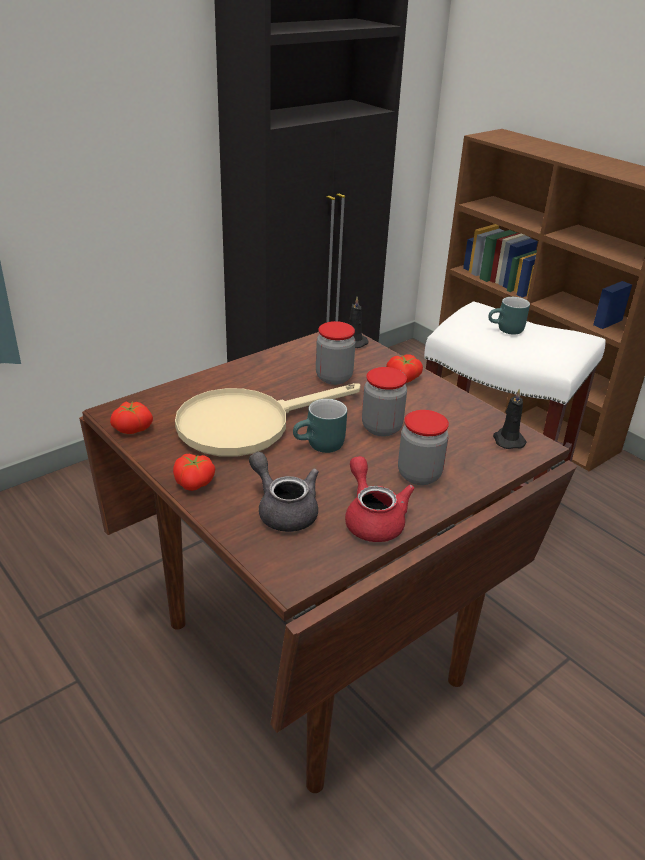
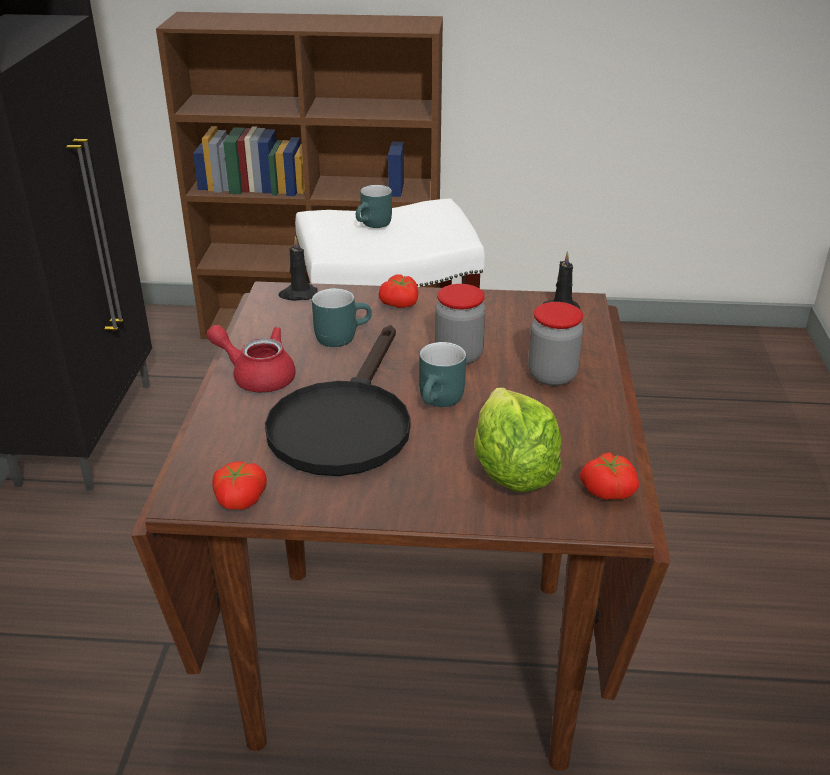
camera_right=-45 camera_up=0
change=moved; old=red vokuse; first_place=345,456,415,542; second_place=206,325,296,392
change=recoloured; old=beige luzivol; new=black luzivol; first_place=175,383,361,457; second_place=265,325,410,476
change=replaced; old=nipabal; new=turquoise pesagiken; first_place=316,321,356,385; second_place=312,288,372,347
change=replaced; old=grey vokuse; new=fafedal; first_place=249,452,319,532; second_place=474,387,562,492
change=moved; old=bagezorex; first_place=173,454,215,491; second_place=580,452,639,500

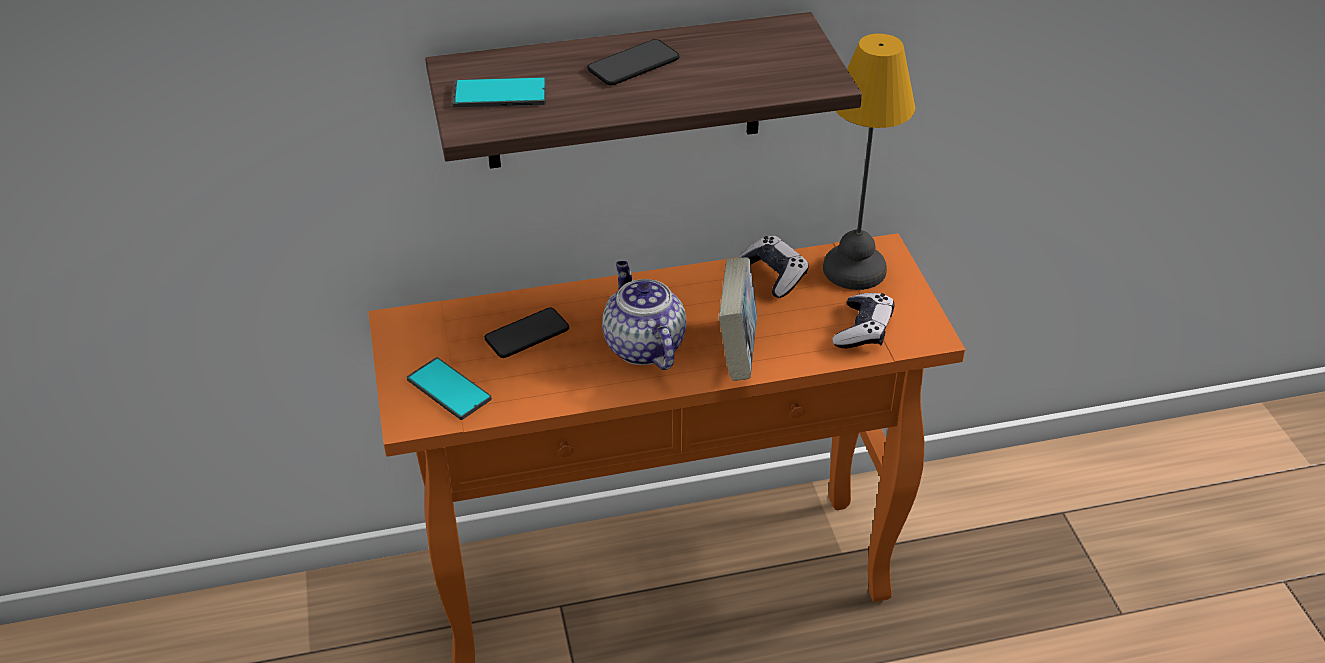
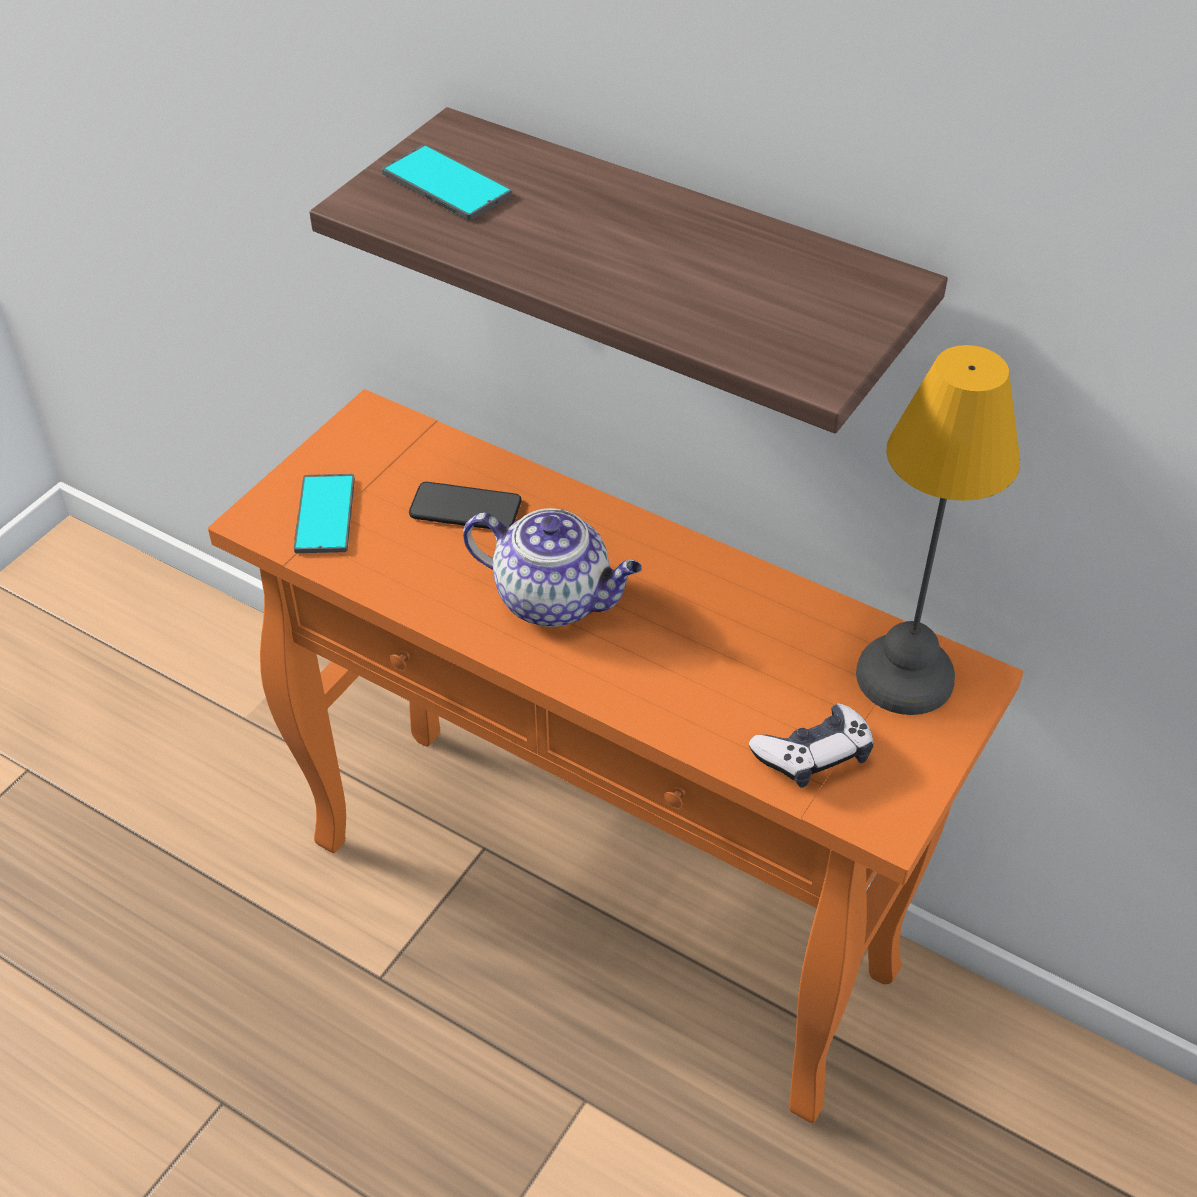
camera_right=45 camera_up=5
change=turned; old=vokuse; first_place=602,261,686,370; second_place=463,508,642,627; degrees=90
change=removed; old=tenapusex; first_place=587,39,680,86
change=removed; old=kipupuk; first_place=719,257,757,381
change=removed; old=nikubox; first_place=737,236,809,298

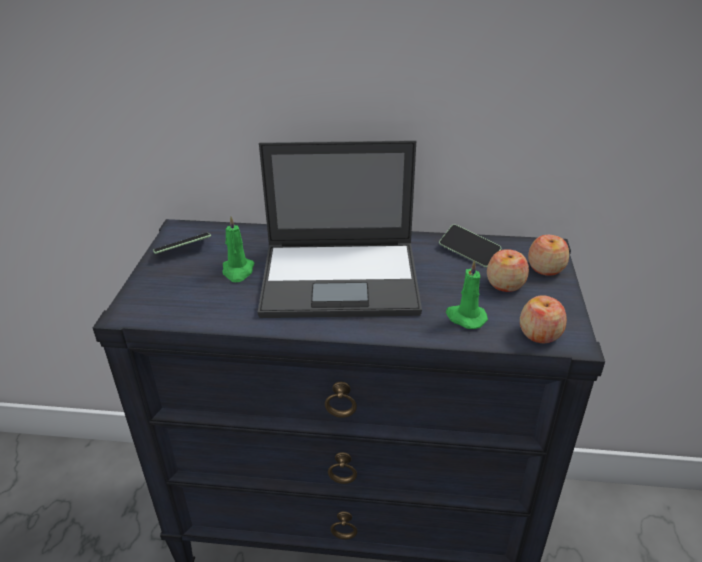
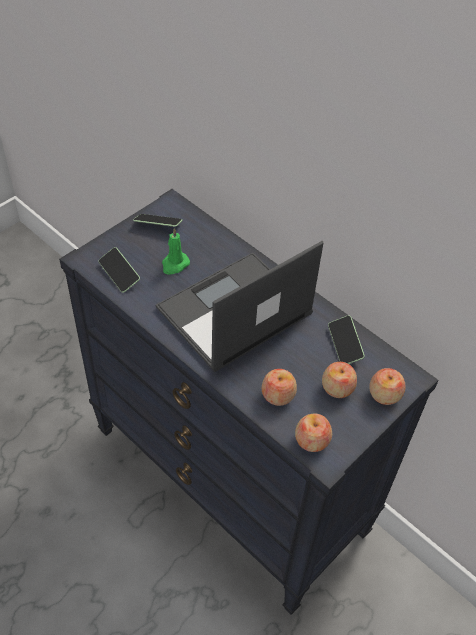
camera_right=35 camera_up=15
change=added; new=tenapusex; second_place=98,247,140,293
change=turned; old=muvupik; first_place=258,140,422,318; second_place=156,241,323,372; degrees=105
change=replaced; old=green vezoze; new=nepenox; first_place=446,260,488,329; second_place=262,369,297,406

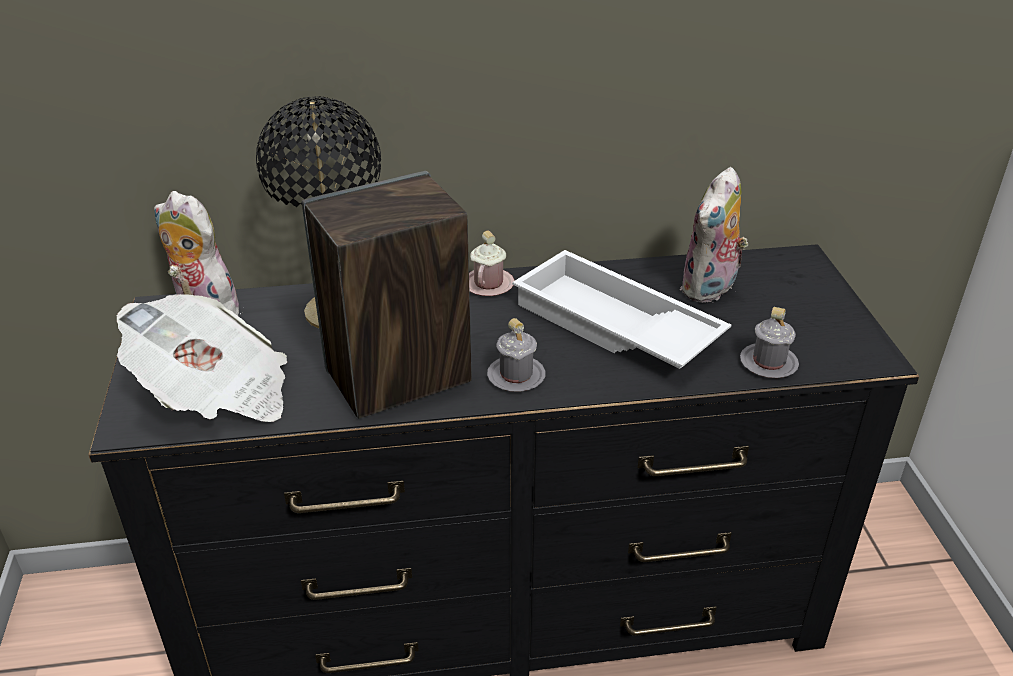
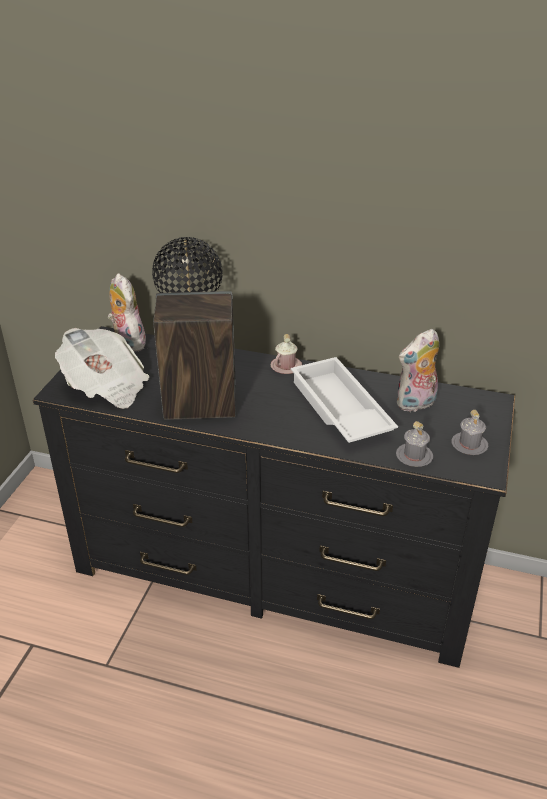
camera_right=25 camera_up=0
change=moved; old=grey pesagiken; first_place=487,318,545,392; second_place=451,410,488,455

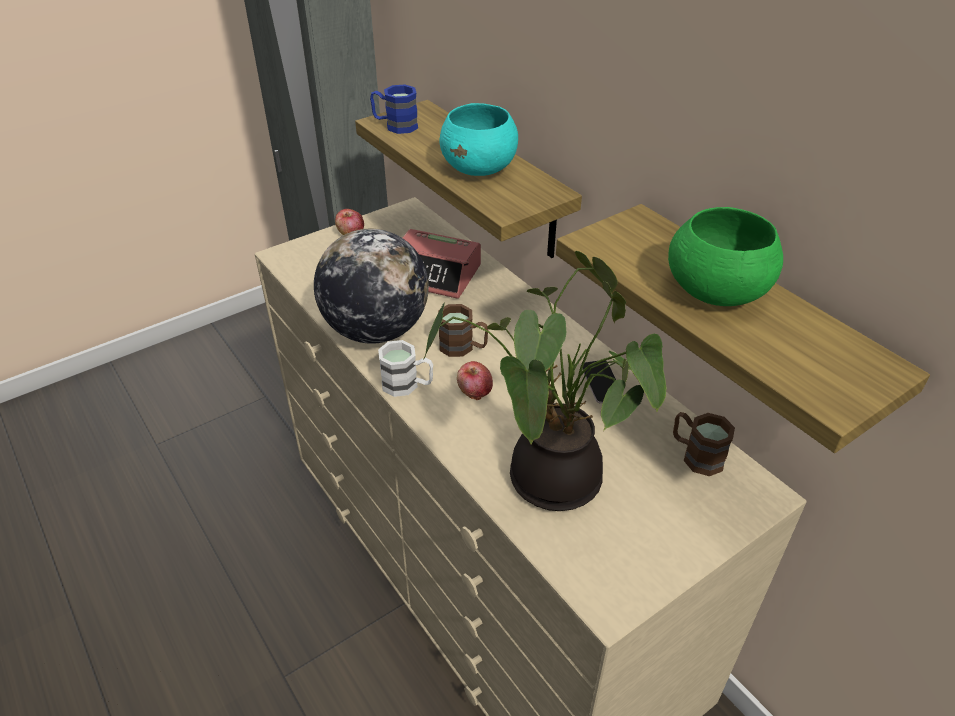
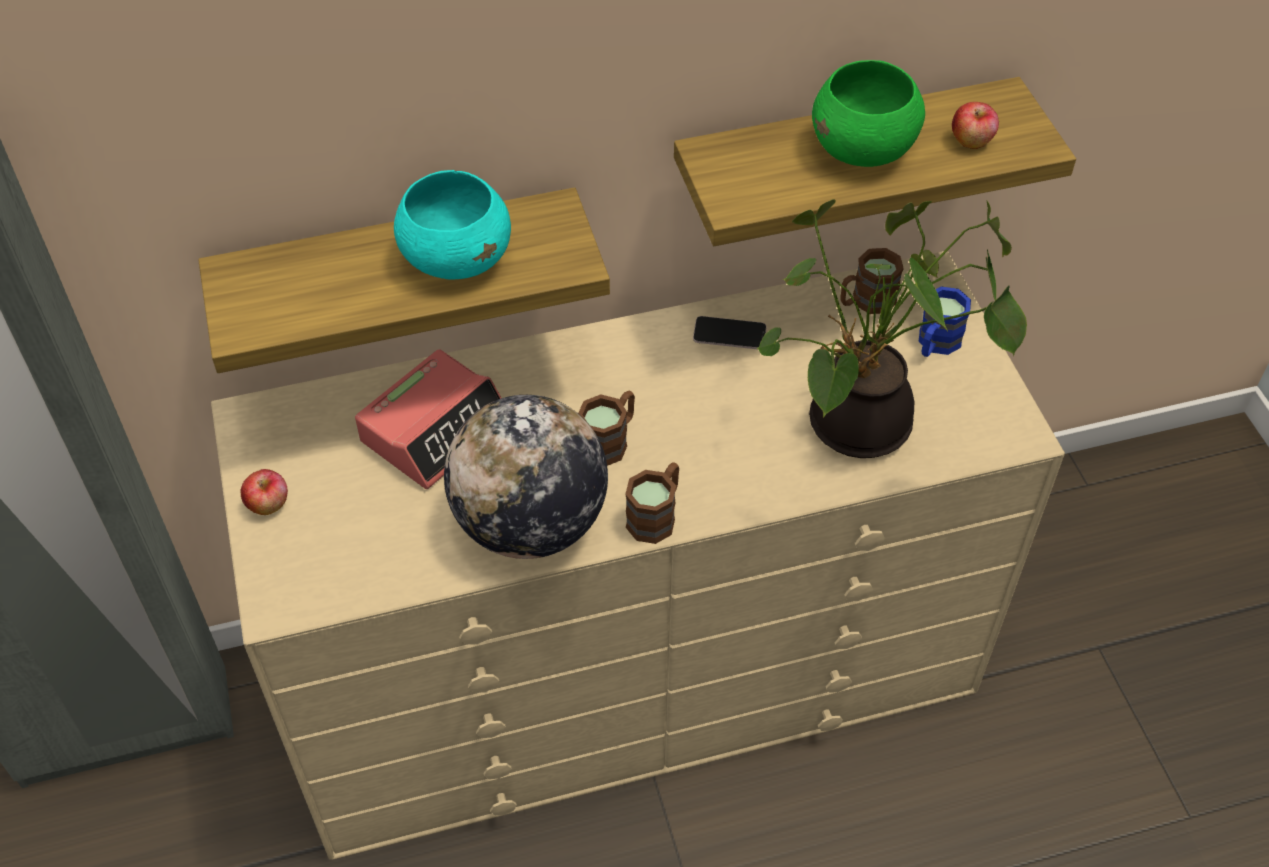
camera_right=-70 camera_up=10
change=recoloured; old=white pesagiken; new=brown pesagiken; first_place=378,340,433,397; second_place=625,462,679,544
change=moved; old=blue pesagiken; first_place=370,85,418,134; second_place=919,287,971,357
change=moved; old=nepenox; first_place=457,361,493,400; second_place=952,102,999,149

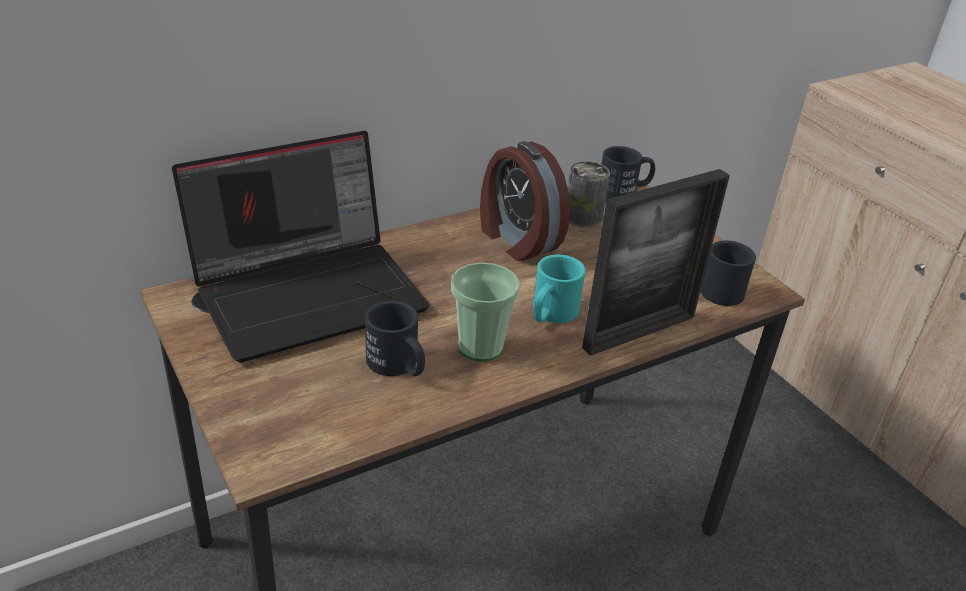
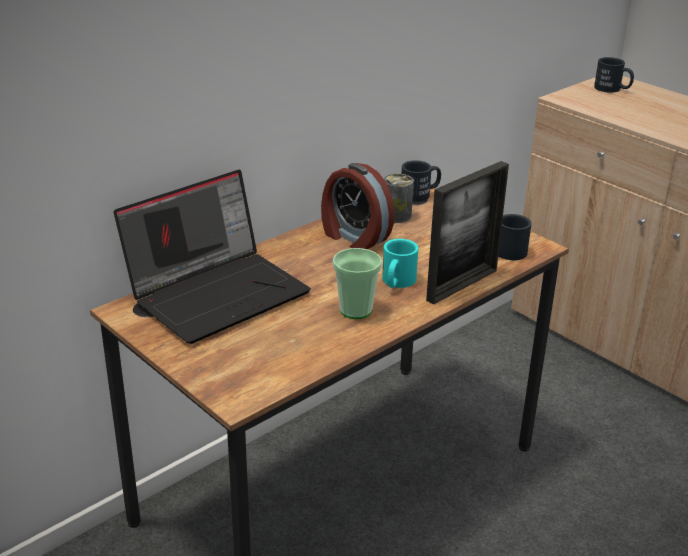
camera_right=-10 camera_up=-5
change=moved; old=black pesagiken; first_place=365,300,425,376; second_place=594,57,634,93

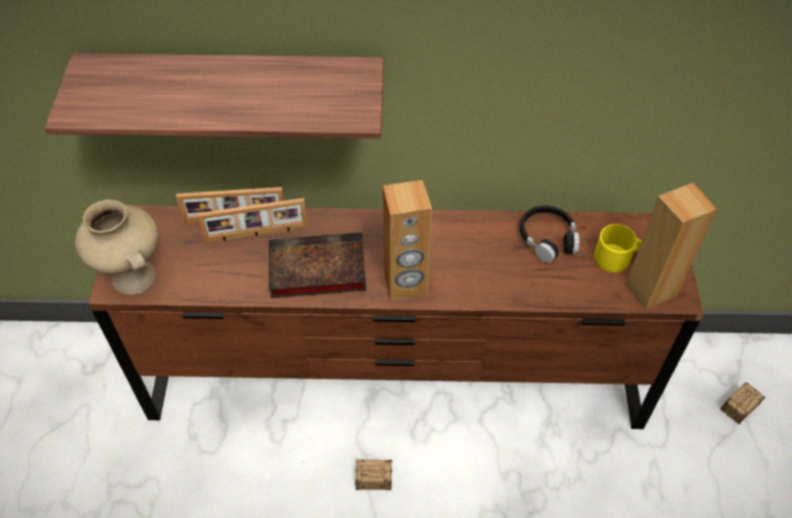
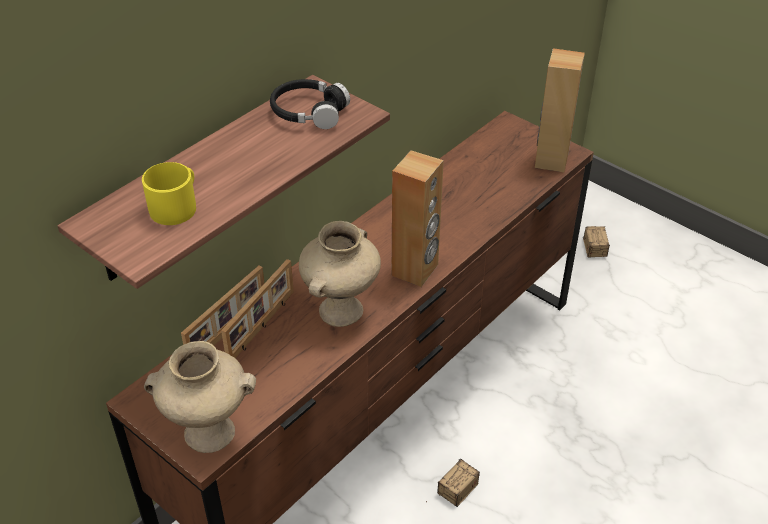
camera_right=-50 camera_up=-10
change=moved; old=yellow pesagiken; first_place=594,224,642,272; second_place=142,162,196,225
change=moved; old=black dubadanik; first_place=520,206,579,263; second_place=270,79,350,129
change=replaced; old=kipupuk; new=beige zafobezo; first_place=269,232,366,298; second_place=299,221,381,327

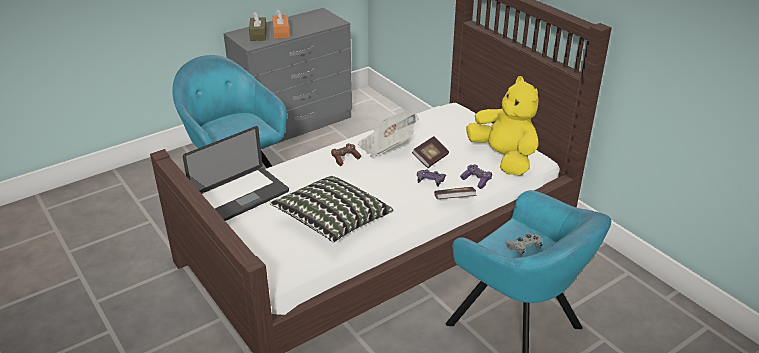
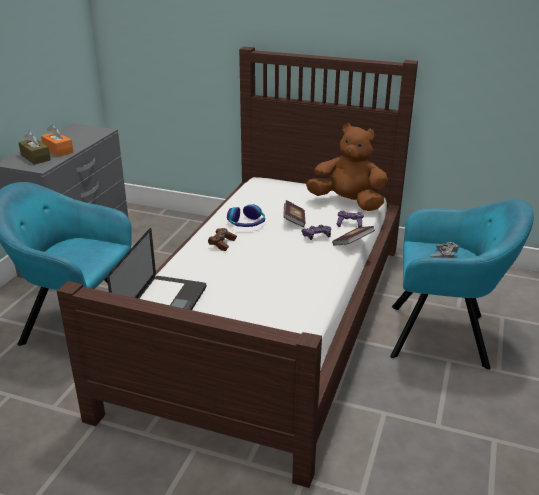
camera_right=-35 camera_up=-5
change=replaced; old=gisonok; new=dubadanik; first_place=358,111,419,157; second_place=227,204,265,227
change=recoloured; old=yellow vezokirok; new=brown vezokirok; first_place=466,76,539,175; second_place=306,123,388,211
change=removed; old=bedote; first_place=270,176,393,243

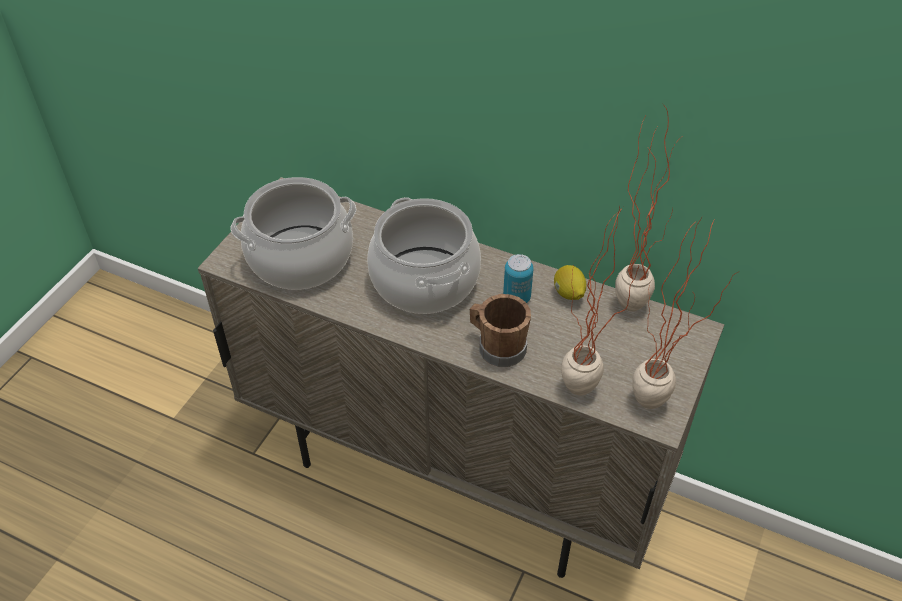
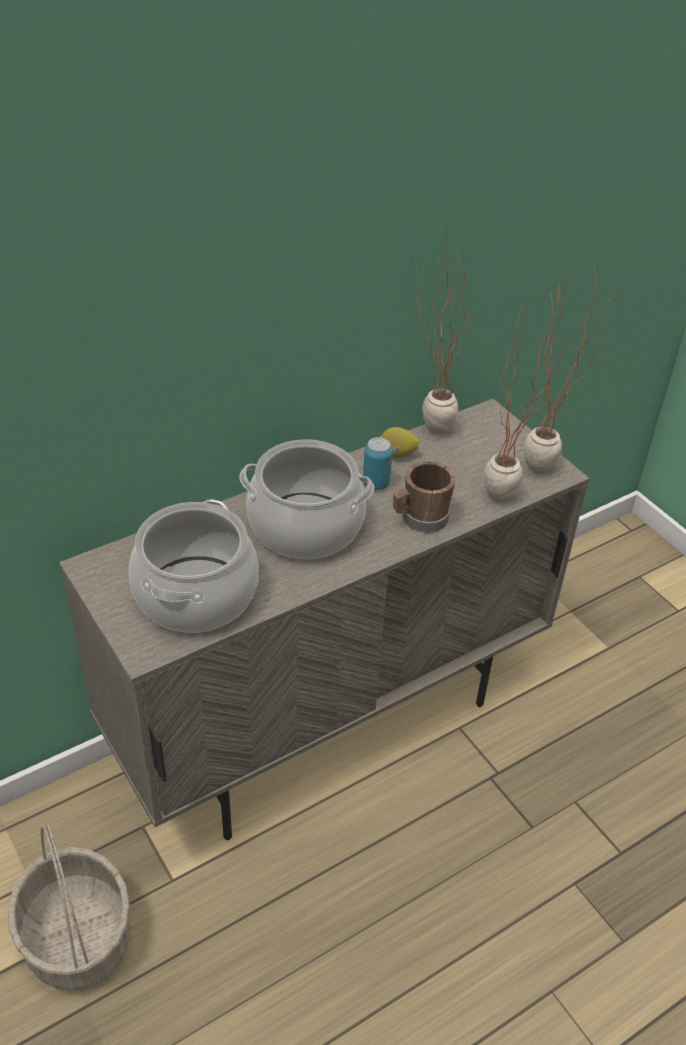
camera_right=-60 camera_up=-5
change=added; new=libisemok; second_place=8,821,130,991

